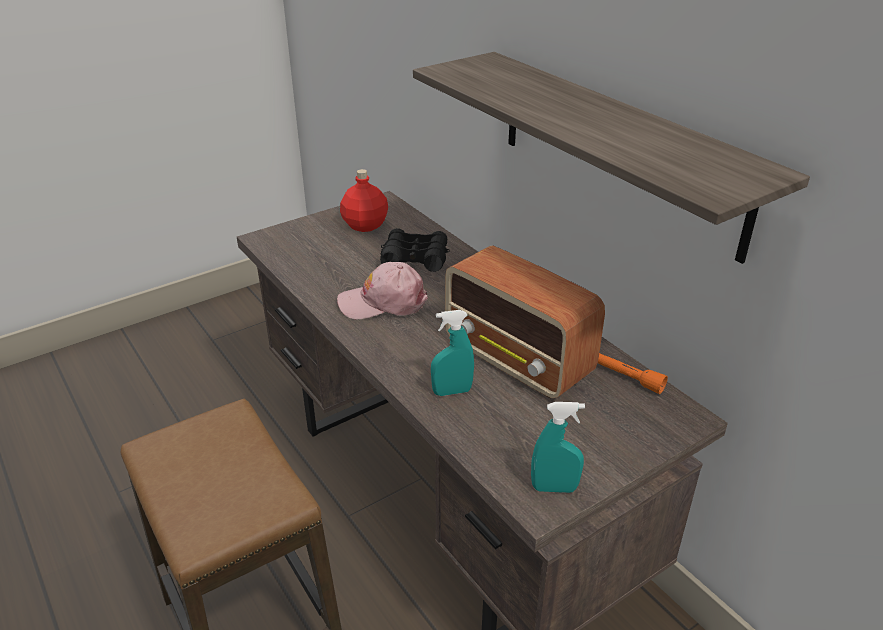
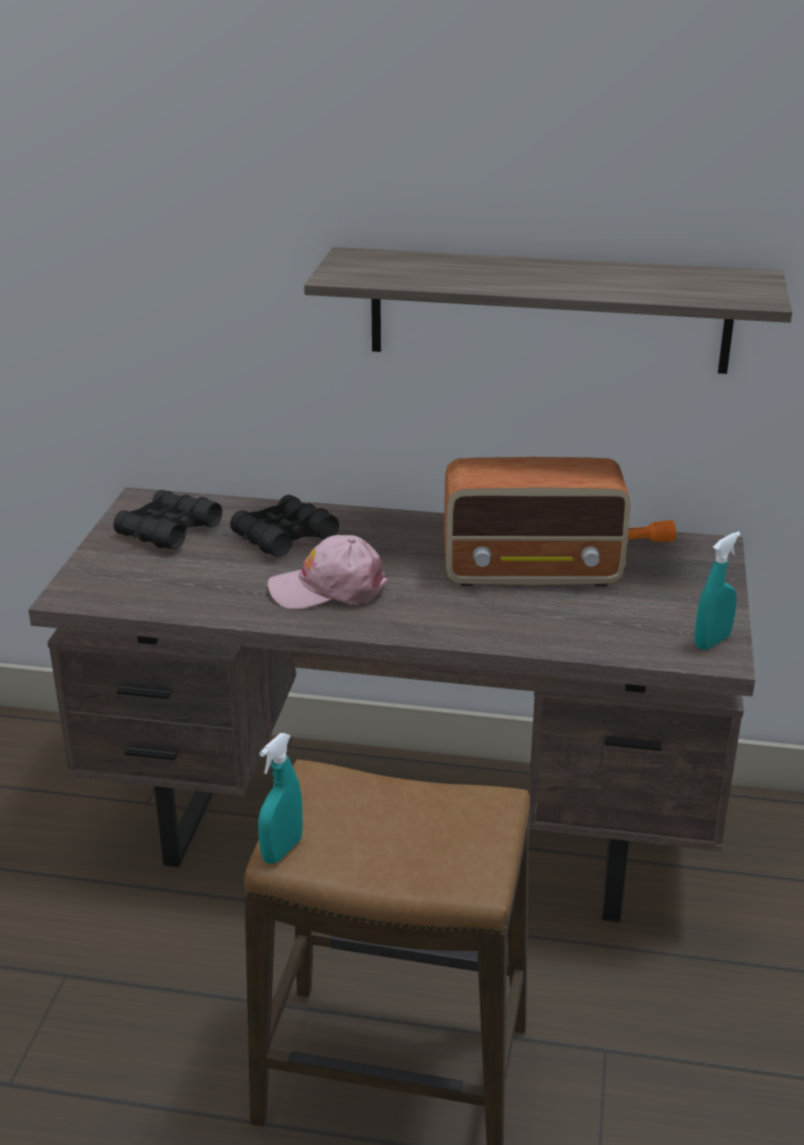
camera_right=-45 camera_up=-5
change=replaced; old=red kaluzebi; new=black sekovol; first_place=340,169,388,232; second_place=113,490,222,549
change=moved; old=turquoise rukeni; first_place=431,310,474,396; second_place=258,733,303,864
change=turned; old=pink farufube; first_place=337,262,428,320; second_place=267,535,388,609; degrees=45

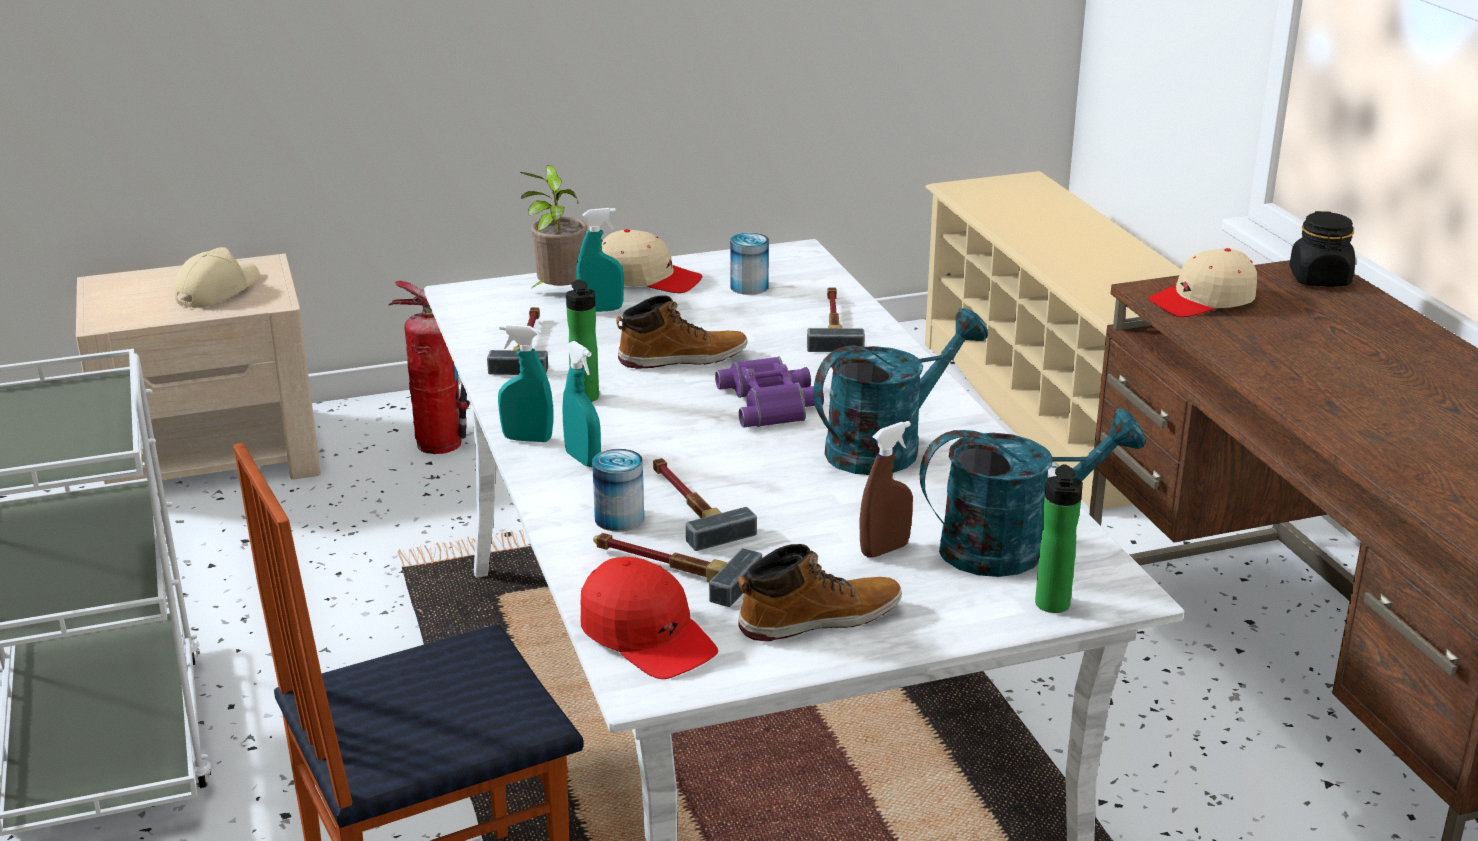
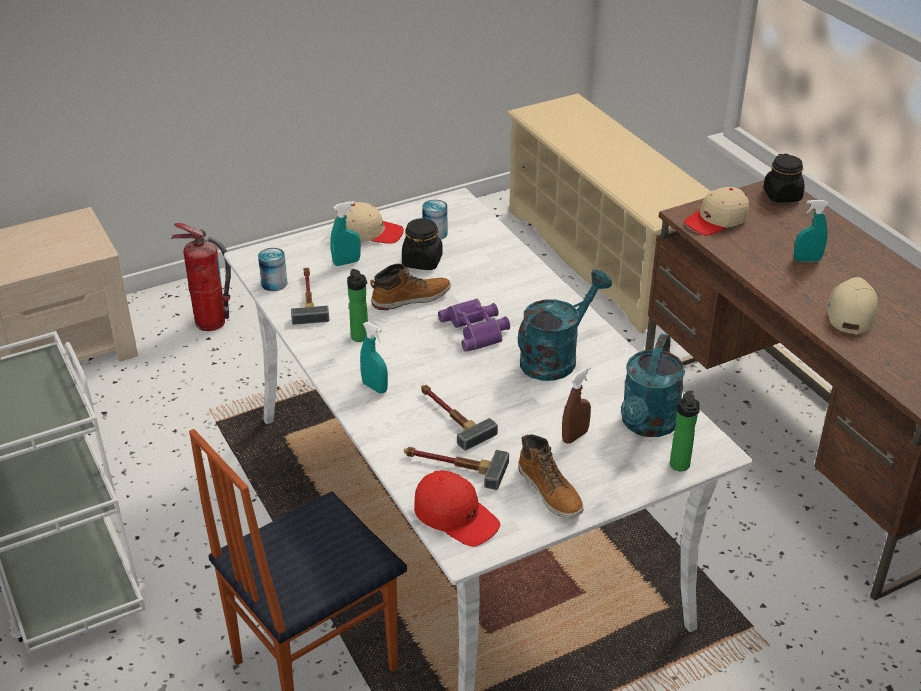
camera_right=-10 camera_up=10
change=moved; old=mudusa; first_place=592,449,644,532; second_place=258,248,287,291
change=added; new=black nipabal; second_place=402,218,442,270
change=turned; old=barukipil; first_place=738,544,902,641; second_place=518,434,583,518; degrees=90
change=turned; old=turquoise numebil; first_place=920,409,1145,577; second_place=621,334,685,437; degrees=135
change=moved; old=turquoise rukeni; first_place=498,324,553,442; second_place=794,200,829,262
change=moved; old=beige farufube; first_place=174,247,260,308; second_place=827,277,878,335
change=removed; old=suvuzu; first_place=520,165,587,288
change=removed; old=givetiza; first_place=807,288,865,352

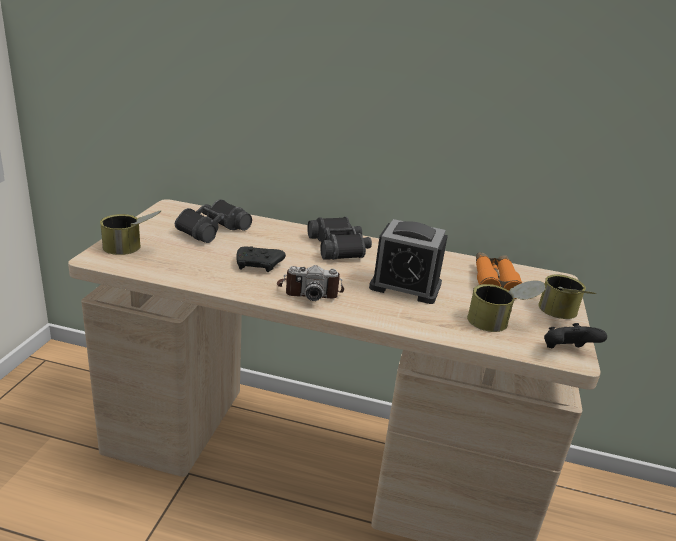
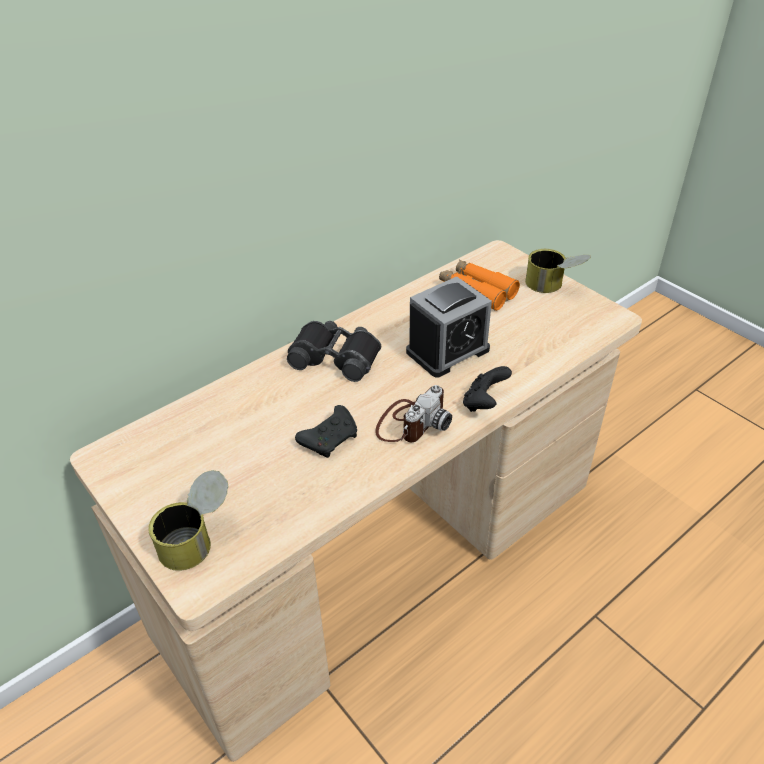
camera_right=-50 camera_up=15
change=moved; old=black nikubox; first_place=544,323,607,348; second_place=463,366,512,412
change=removed; old=black sekovol; first_place=175,199,252,243
change=removed; old=mudusa; first_place=467,281,546,332

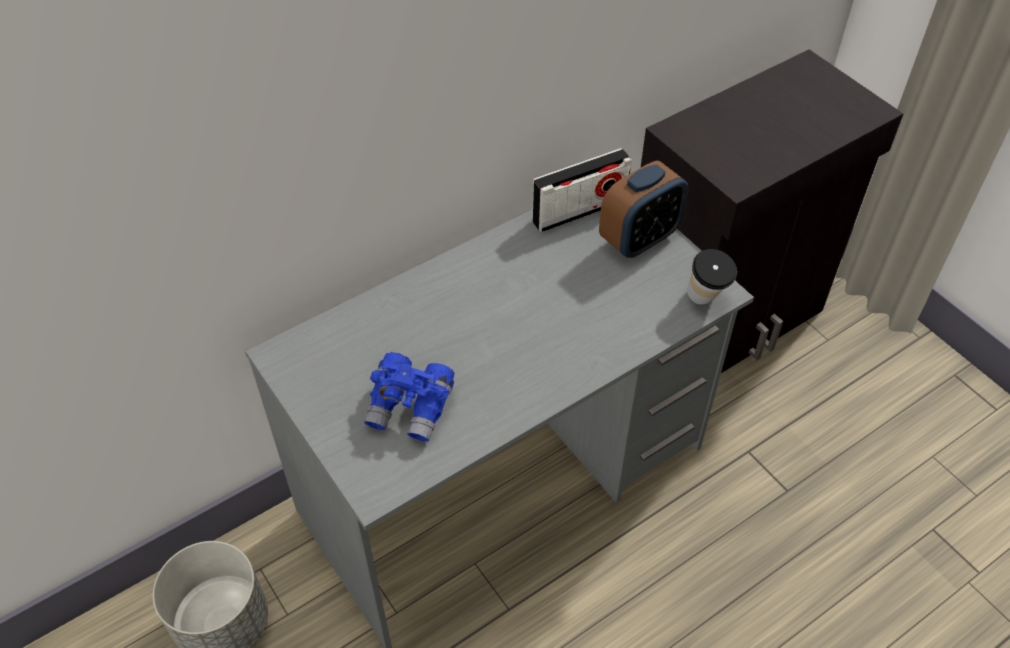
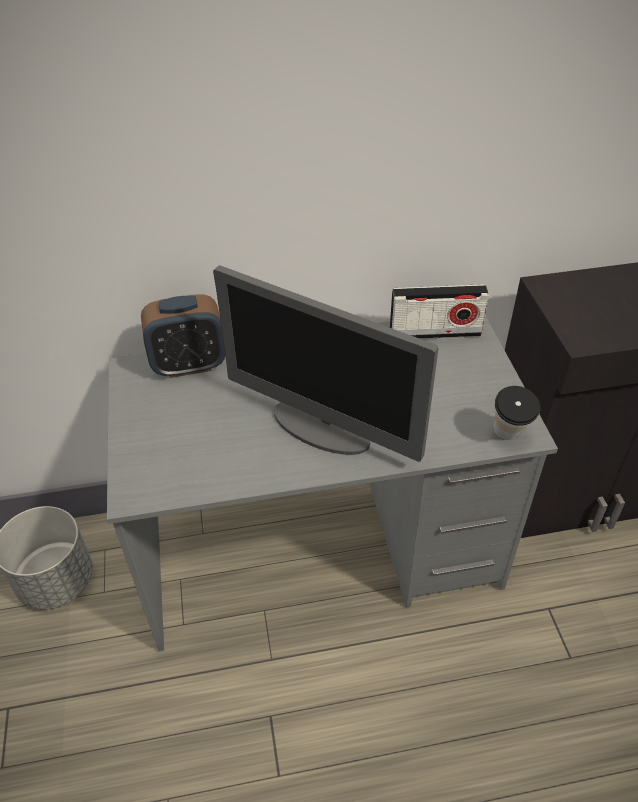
camera_right=25 camera_up=-5
change=moved; old=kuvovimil; first_place=599,161,688,258; second_place=141,294,225,378
change=added; new=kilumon; second_place=213,265,438,462
change=removed; old=blue sekovol; first_place=364,352,455,442

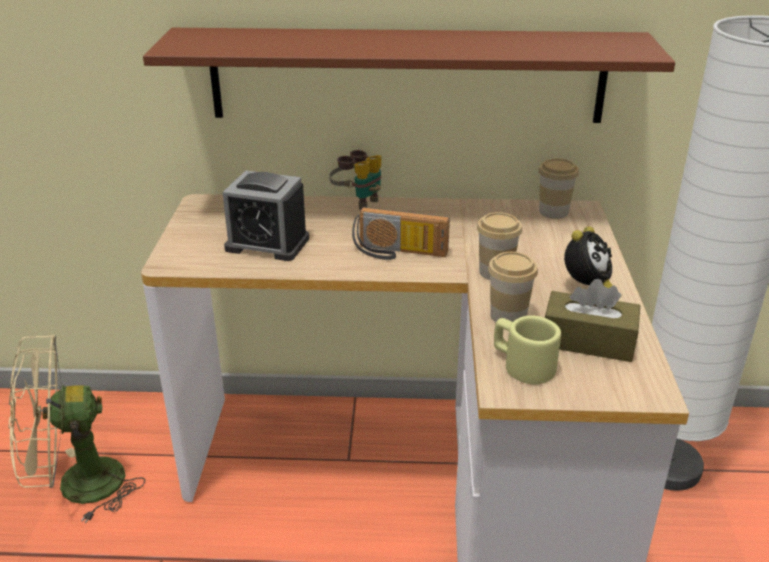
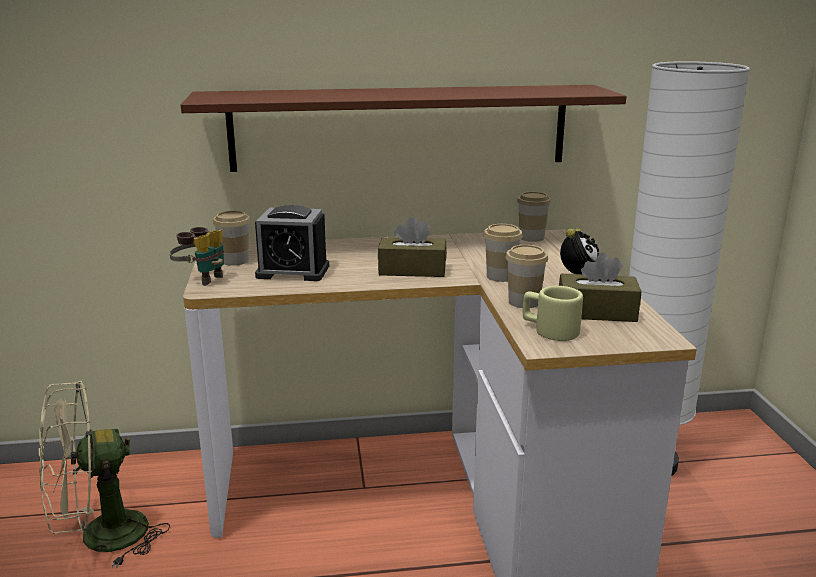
camera_right=-10 camera_up=-10
change=moved; old=sekovol; first_place=329,150,382,210; second_place=170,227,224,286
change=added; new=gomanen; second_place=213,211,250,266
change=replaced; old=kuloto; new=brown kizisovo; first_place=352,207,450,260; second_place=378,217,447,277

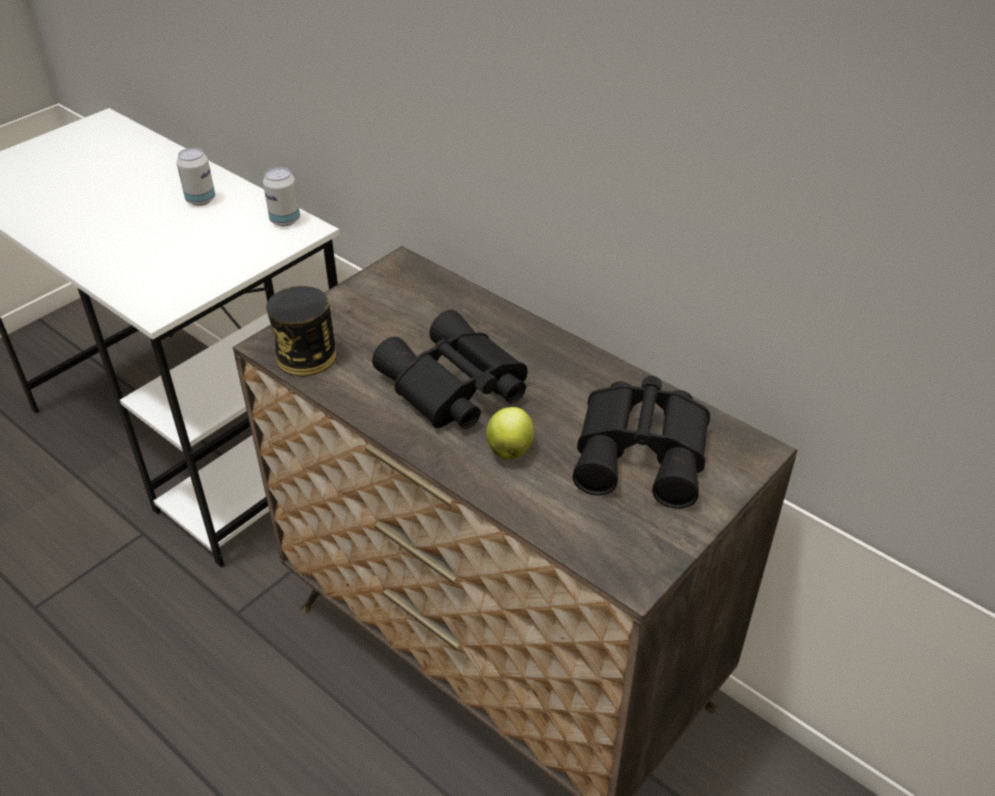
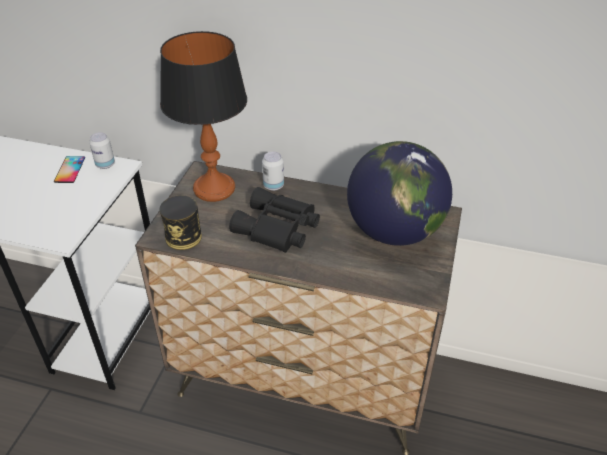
camera_right=-25 camera_up=0
change=added; new=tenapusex; second_place=54,156,85,183
change=added; new=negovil; second_place=160,31,247,202
change=moved; old=mudusa; first_place=177,148,215,206; second_place=262,152,284,191
change=replaced; old=black sekovol; new=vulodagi; first_place=572,376,710,509; second_place=347,141,452,246
change=removed; old=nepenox; first_place=486,407,534,459

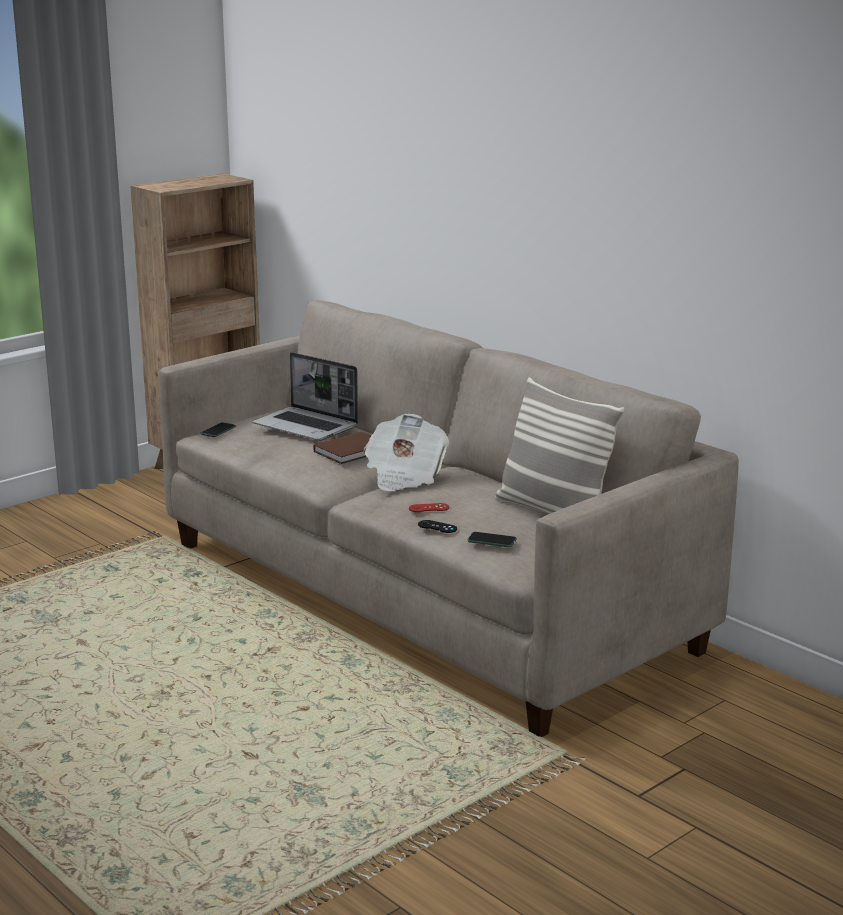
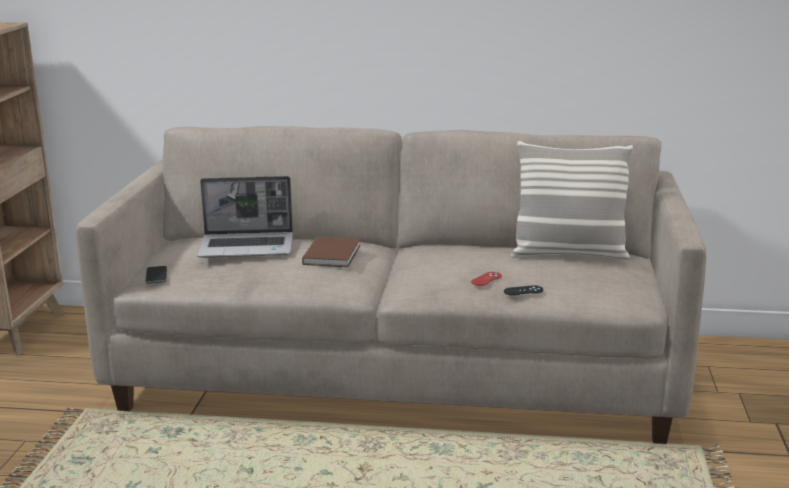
camera_right=-40 camera_up=0
change=removed; old=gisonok; first_place=364,414,449,491
change=removed; old=tenapusex; first_place=468,532,517,547

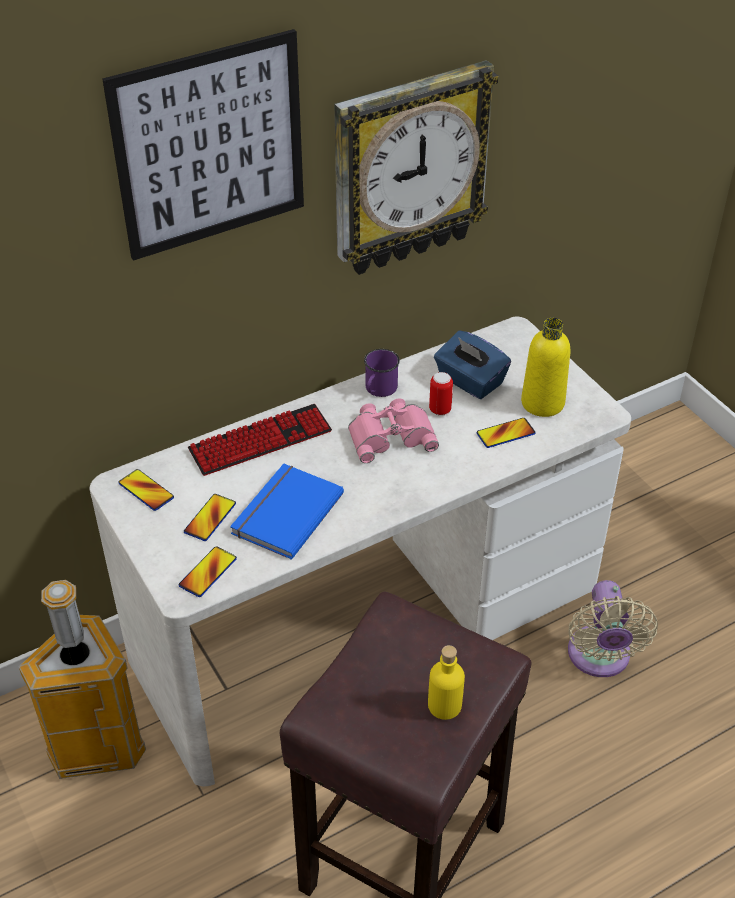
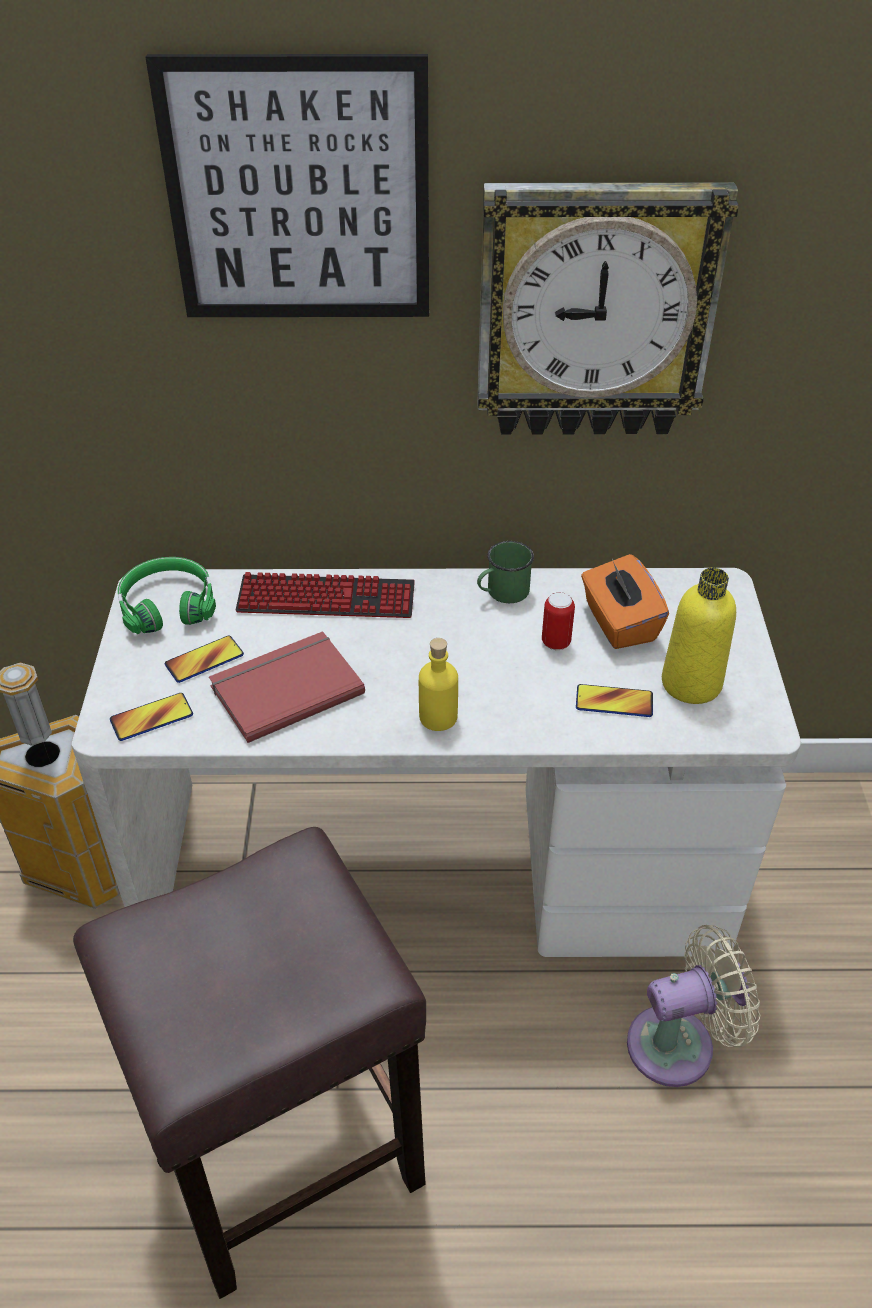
camera_right=30 camera_up=0
change=replaced; old=tenapusex; new=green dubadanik; first_place=118,469,174,511; second_place=118,557,216,634
change=recoloured; old=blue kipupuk; new=red kipupuk; first_place=230,464,344,560; second_place=209,631,365,743
change=moved; old=yellow kaluzebi; first_place=428,645,465,720; second_place=419,638,458,731
change=recoloured; old=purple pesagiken; new=green pesagiken; first_place=364,349,400,397; second_place=477,541,534,603
change=recoloured; old=blue kizisovo; new=orange kizisovo; first_place=434,331,511,399; second_place=581,554,669,649
change=turned; old=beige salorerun; first_place=568,580,658,677; second_place=627,925,760,1087; degrees=-135
change=removed; old=pink sekovol; first_place=348,398,439,463

